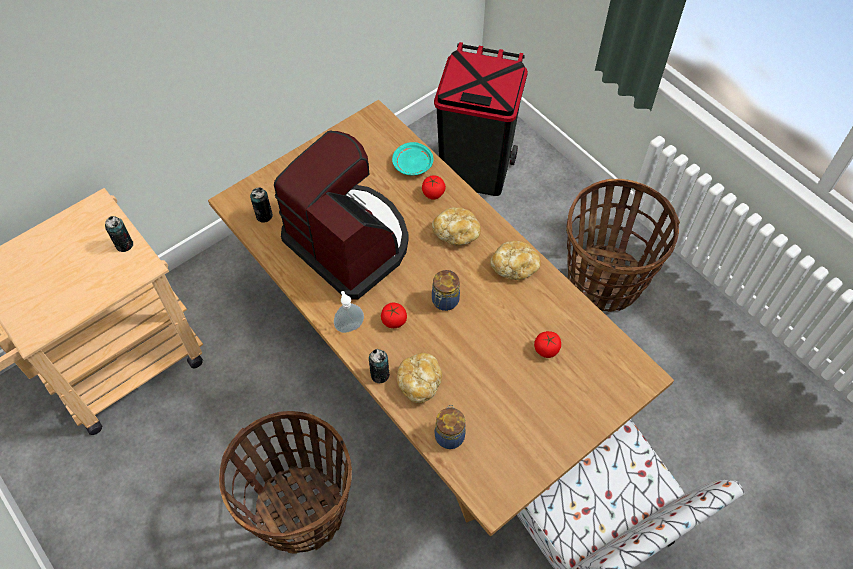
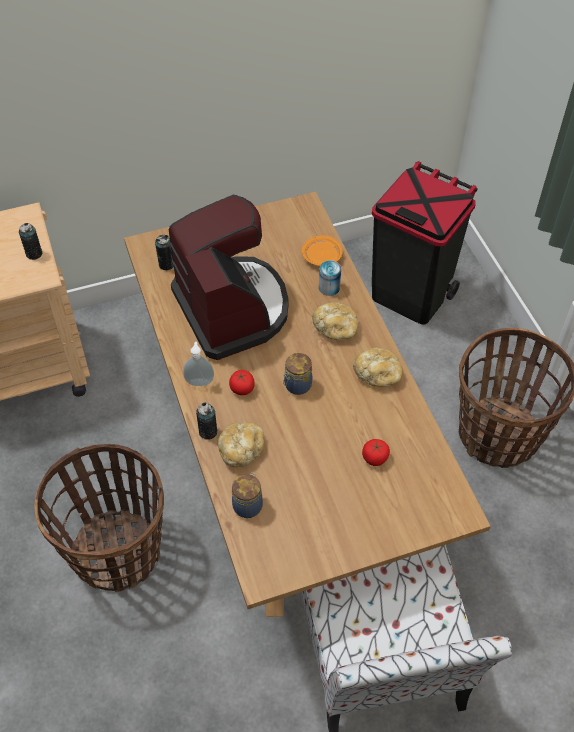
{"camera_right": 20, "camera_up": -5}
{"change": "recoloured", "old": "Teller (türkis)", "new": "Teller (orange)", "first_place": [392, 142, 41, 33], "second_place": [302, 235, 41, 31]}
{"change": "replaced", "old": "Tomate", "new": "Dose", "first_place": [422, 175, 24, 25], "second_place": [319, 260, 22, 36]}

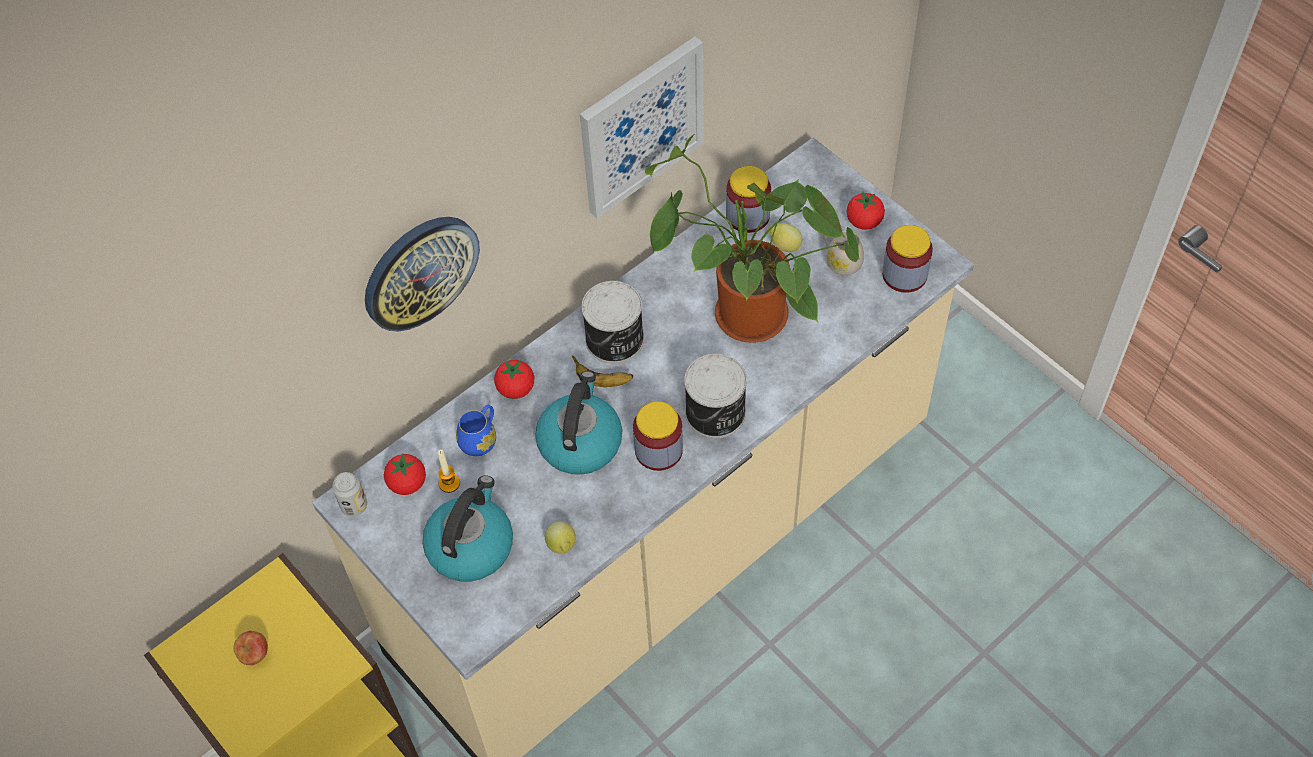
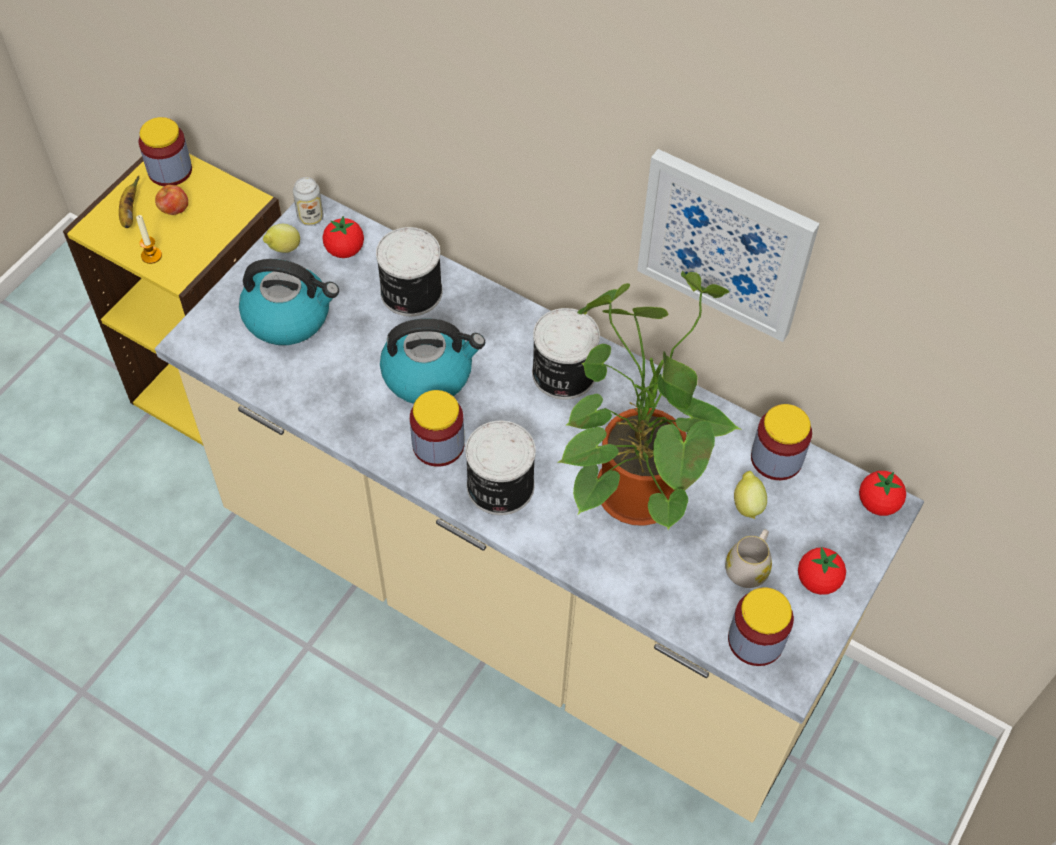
{"camera_right": 70, "camera_up": 0}
{"change": "moved", "old": "Banane", "first_place": [572, 355, 61, 32], "second_place": [119, 175, 20, 53]}
{"change": "moved", "old": "Kerze", "first_place": [438, 449, 22, 44], "second_place": [136, 215, 26, 49]}
{"change": "added", "new": "Vorratsglas", "second_place": [139, 117, 53, 69]}
{"change": "moved", "old": "Zitrone", "first_place": [545, 521, 31, 33], "second_place": [263, 224, 37, 29]}
{"change": "replaced", "old": "Henkelbecher (blau)", "new": "Dose", "first_place": [456, 405, 40, 51], "second_place": [376, 227, 67, 89]}
{"change": "moved", "old": "Tomate", "first_place": [494, 360, 40, 39], "second_place": [859, 471, 47, 45]}
{"change": "removed", "old": "Wanduhr", "first_place": [365, 217, 115, 114]}

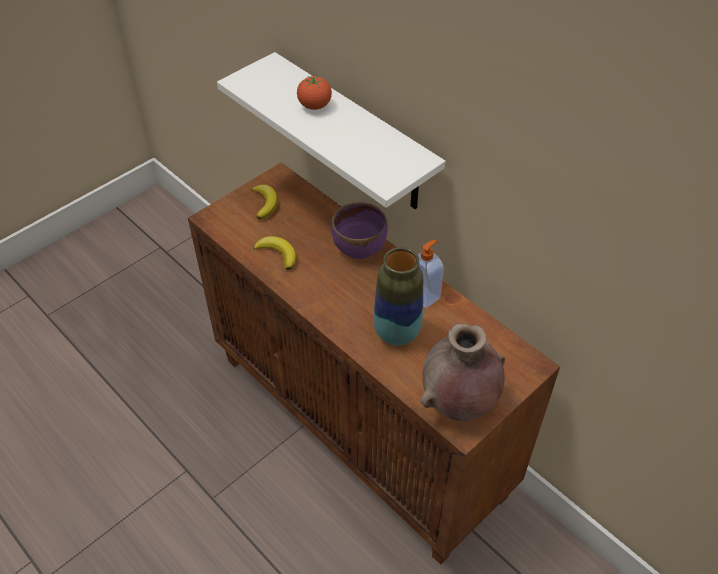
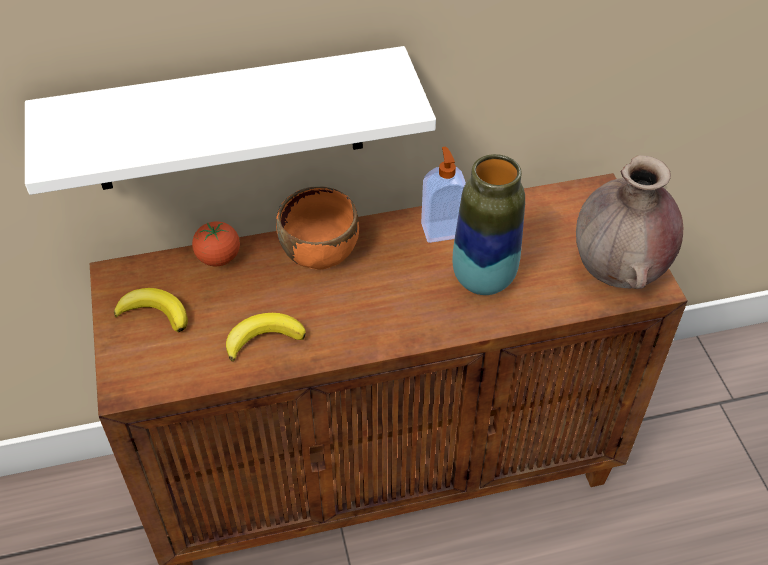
{"camera_right": -60, "camera_up": 0}
{"change": "moved", "old": "Tomate", "first_place": [297, 76, 35, 34], "second_place": [192, 222, 48, 44]}
{"change": "recoloured", "old": "Schüssel (lila)", "new": "Schüssel (orange)", "first_place": [331, 202, 57, 57], "second_place": [276, 186, 83, 84]}

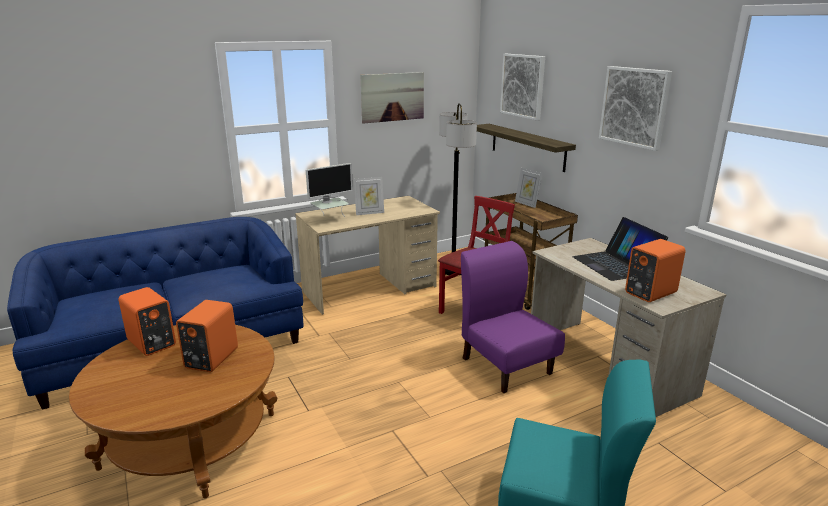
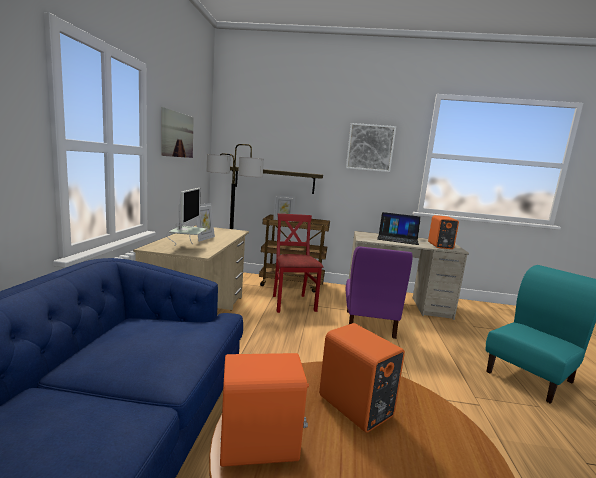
{"camera_right": -55, "camera_up": -10}
{"change": "turned", "old": "Stuhl (lila)", "first_place": [461, 241, 104, 152], "second_place": [346, 246, 66, 93], "degrees": -90}
{"change": "removed", "old": "Bild", "first_place": [500, 54, 45, 66]}

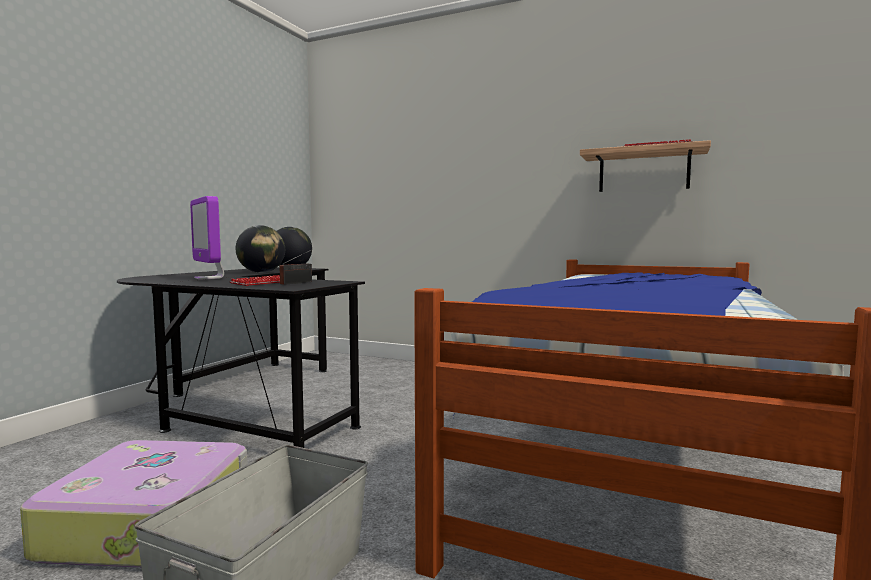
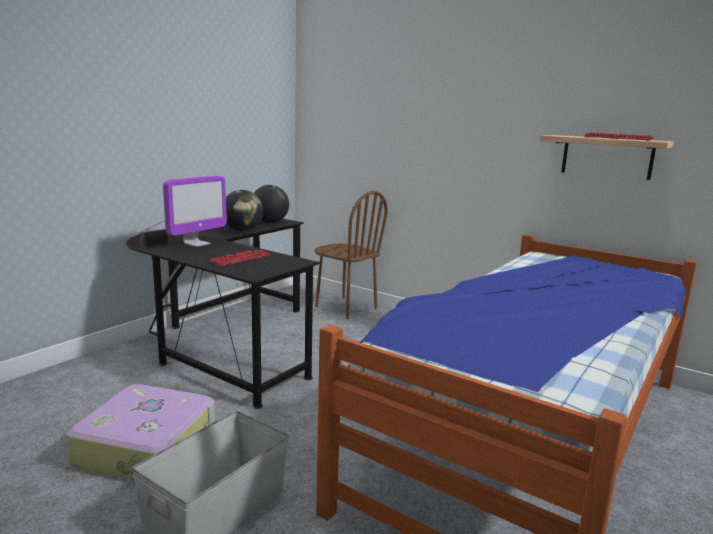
{"camera_right": 10, "camera_up": 10}
{"change": "moved", "old": "Radio", "first_place": [279, 250, 33, 35], "second_place": [139, 220, 29, 28]}
{"change": "turned", "old": "Monitor", "first_place": [190, 196, 34, 84], "second_place": [163, 176, 64, 71], "degrees": -120}
{"change": "added", "new": "Stuhl (braun)", "second_place": [314, 191, 74, 128]}

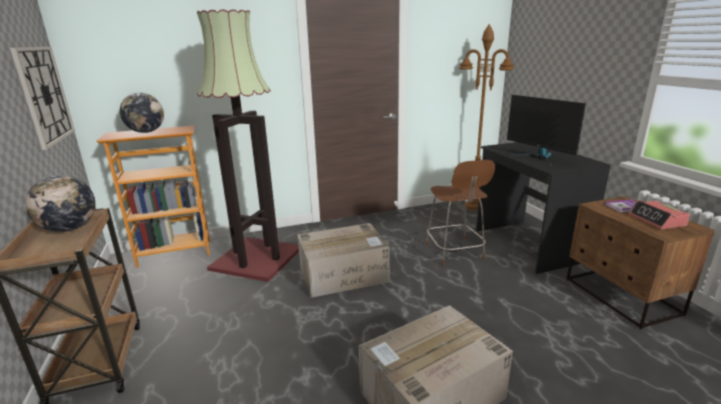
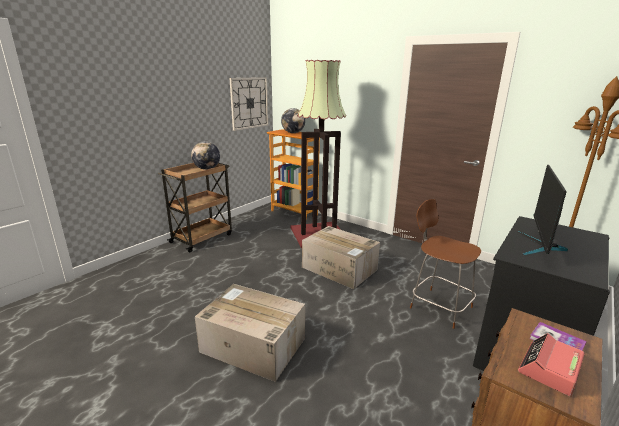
{"camera_right": 55, "camera_up": 0}
{"change": "turned", "old": "Stuhl (braun)", "first_place": [426, 160, 69, 105], "second_place": [410, 199, 71, 130], "degrees": 90}

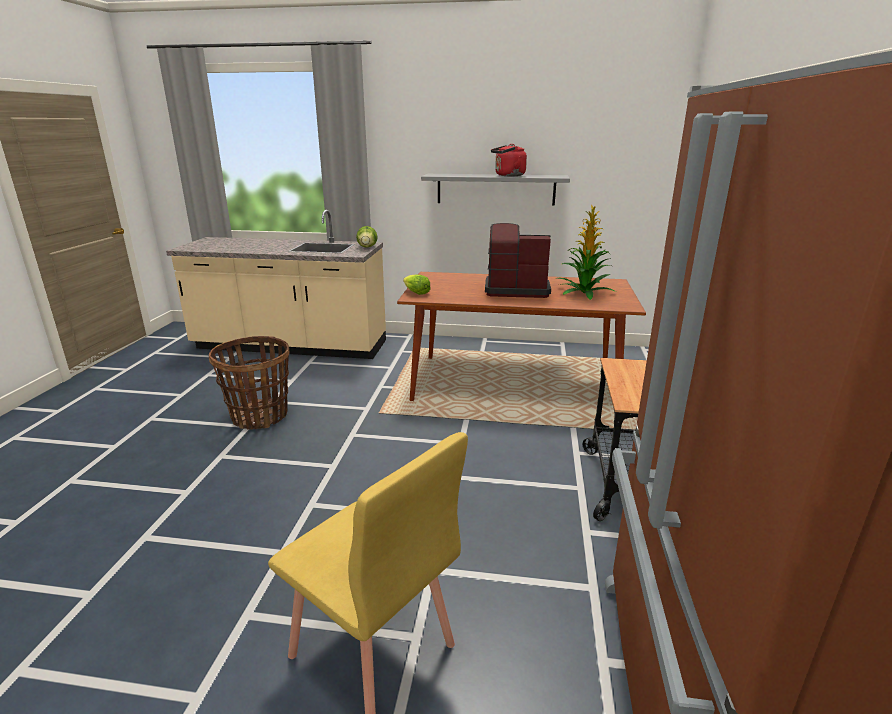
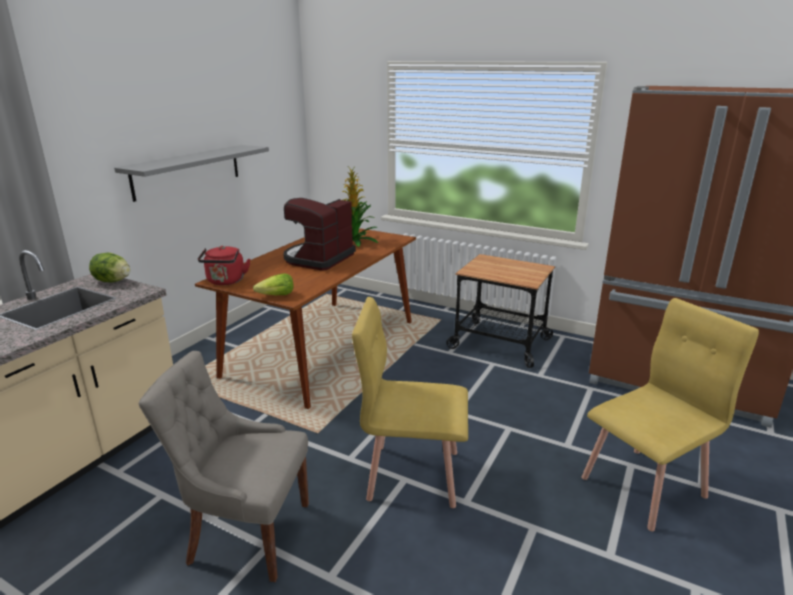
{"camera_right": -70, "camera_up": 0}
{"change": "replaced", "old": "Korb", "new": "Stuhl (grau)", "first_place": [209, 336, 80, 94], "second_place": [139, 351, 170, 231]}
{"change": "moved", "old": "Wasserkessel (rot)", "first_place": [491, 144, 36, 32], "second_place": [198, 246, 52, 39]}
{"change": "added", "new": "Stuhl (gelb)", "second_place": [352, 297, 116, 211]}

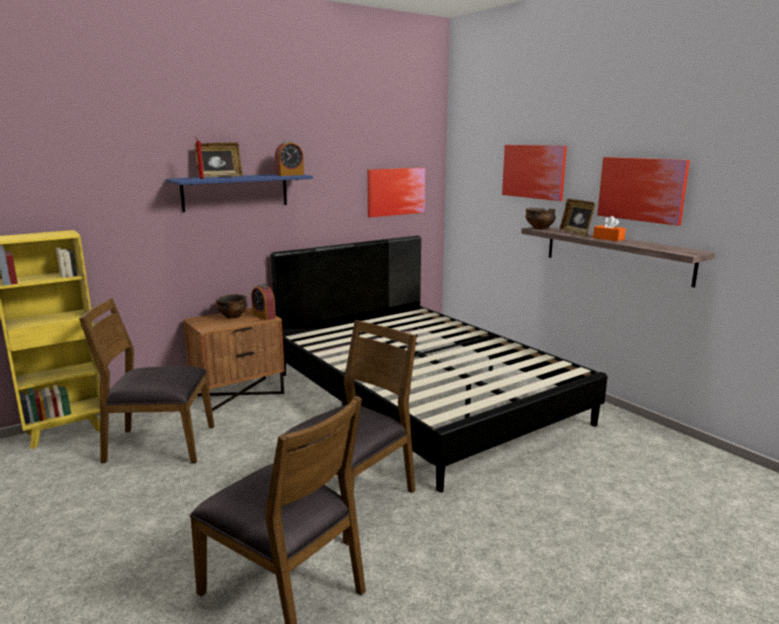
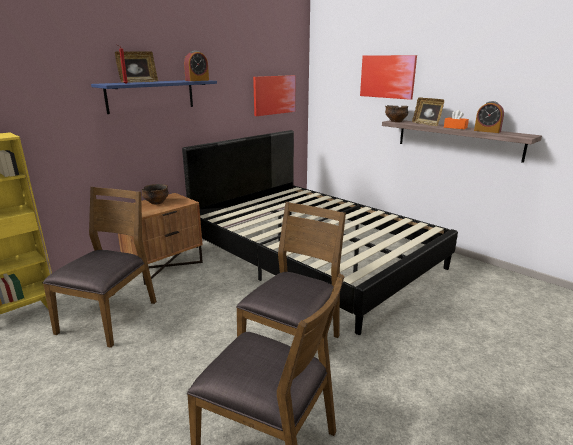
{"camera_right": -10, "camera_up": 5}
{"change": "turned", "old": "Stuhl (braun)", "first_place": [79, 298, 135, 166], "second_place": [43, 187, 114, 161], "degrees": 120}
{"change": "moved", "old": "Wecker", "first_place": [251, 284, 25, 36], "second_place": [474, 101, 30, 32]}
{"change": "removed", "old": "Bild", "first_place": [597, 157, 93, 69]}

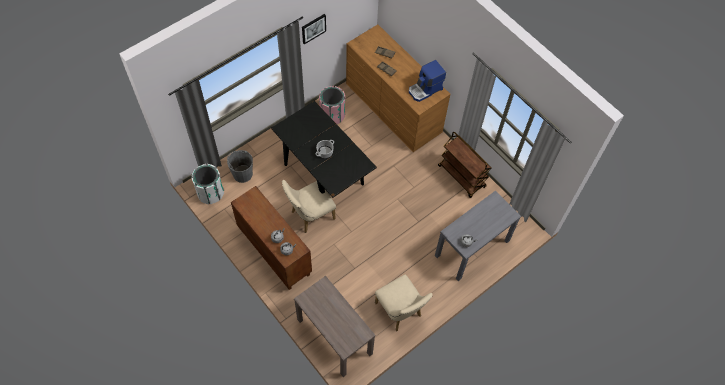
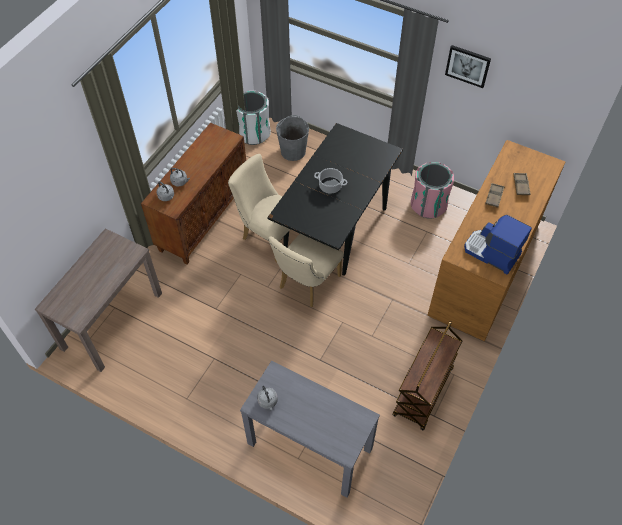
{"camera_right": 70, "camera_up": -5}
{"change": "moved", "old": "Stuhl (beige)", "first_place": [375, 274, 58, 57], "second_place": [268, 234, 76, 73]}

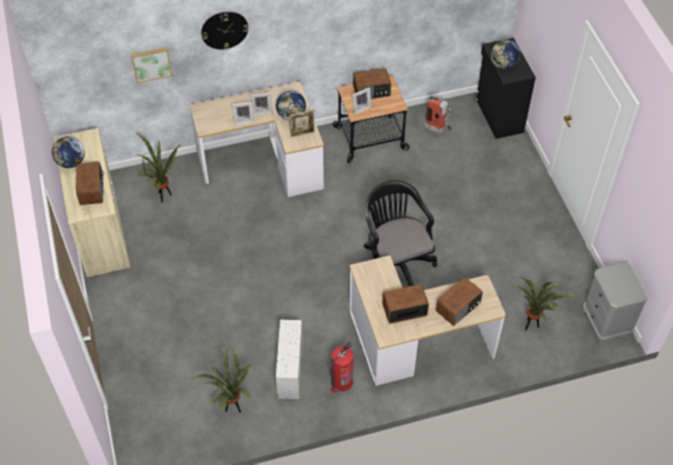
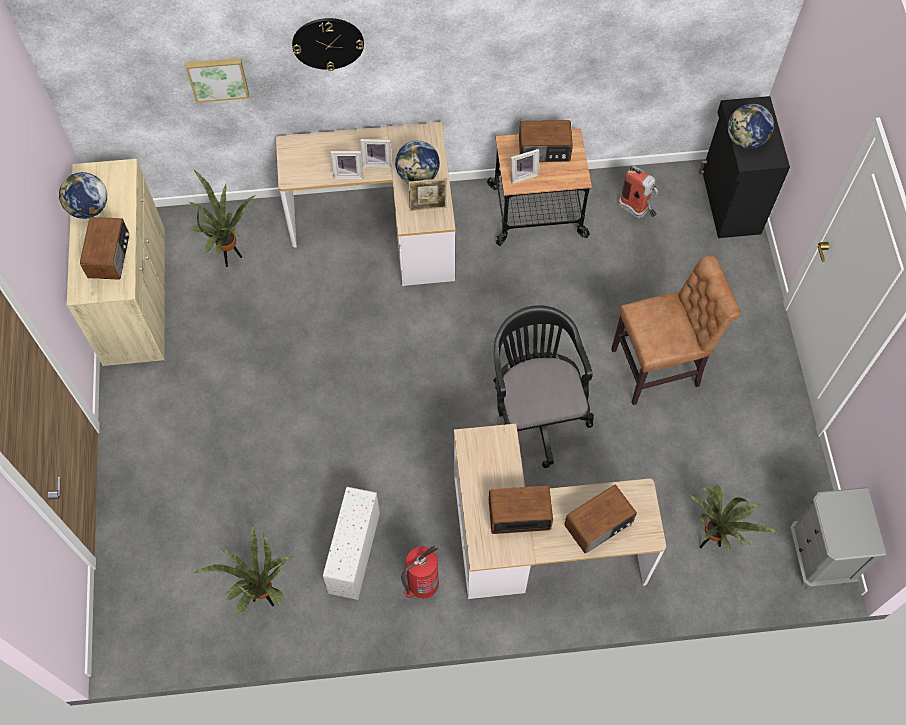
{"camera_right": 10, "camera_up": 10}
{"change": "added", "new": "Stuhl (braun)", "second_place": [611, 255, 130, 150]}

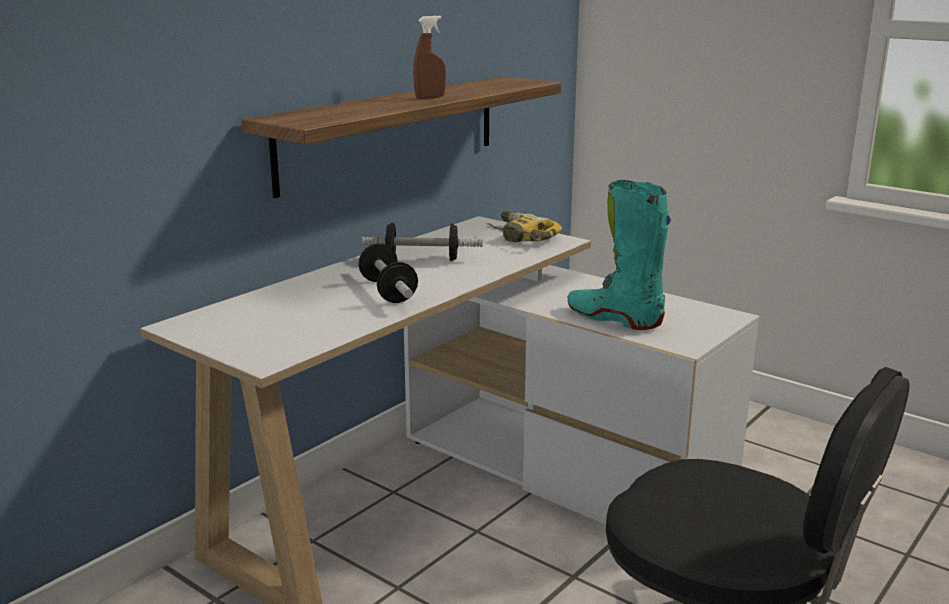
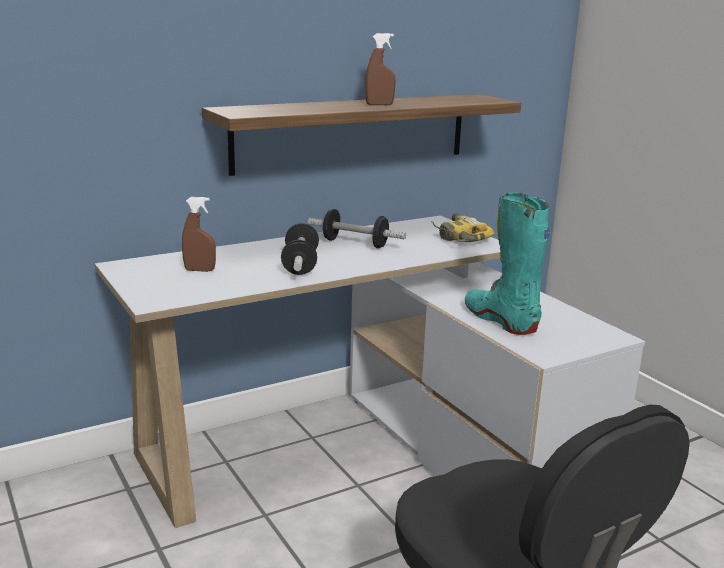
{"camera_right": 20, "camera_up": 0}
{"change": "added", "new": "Sprühflasche (braun)", "second_place": [182, 197, 34, 75]}

